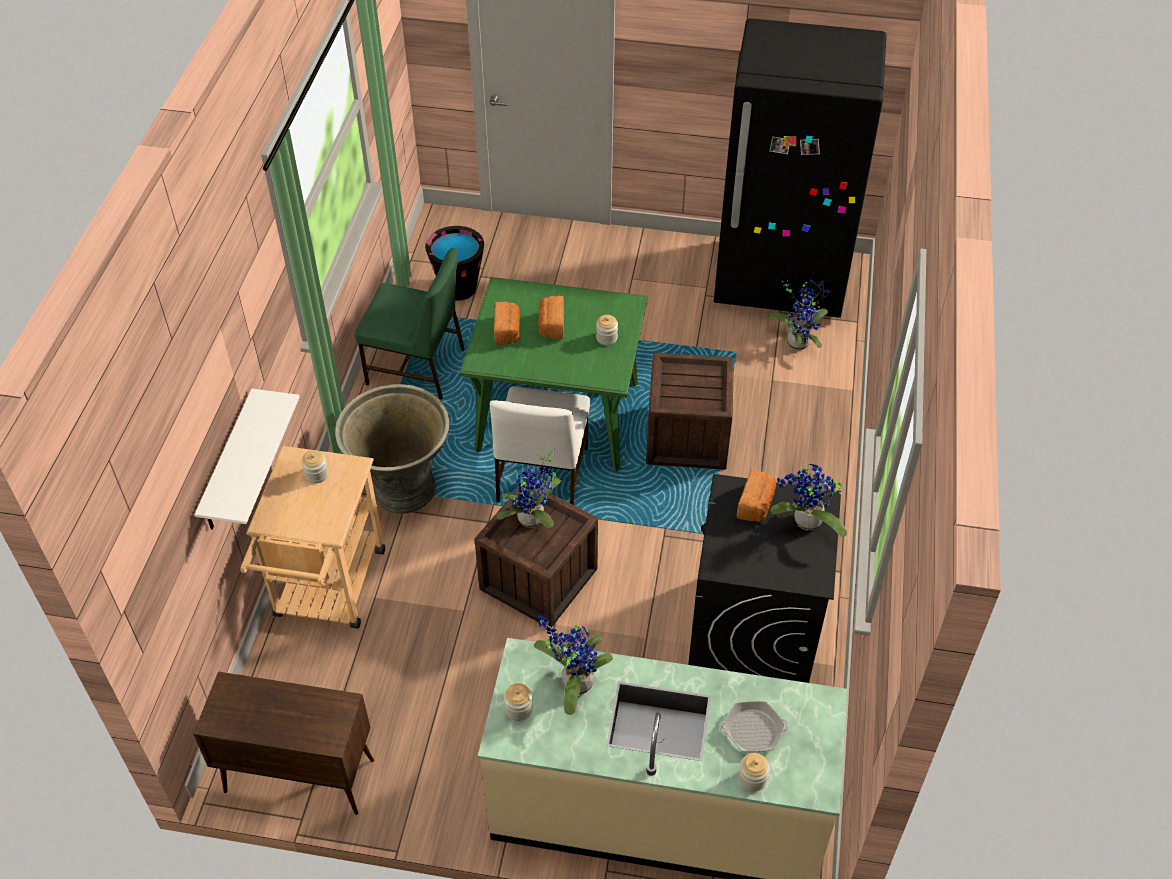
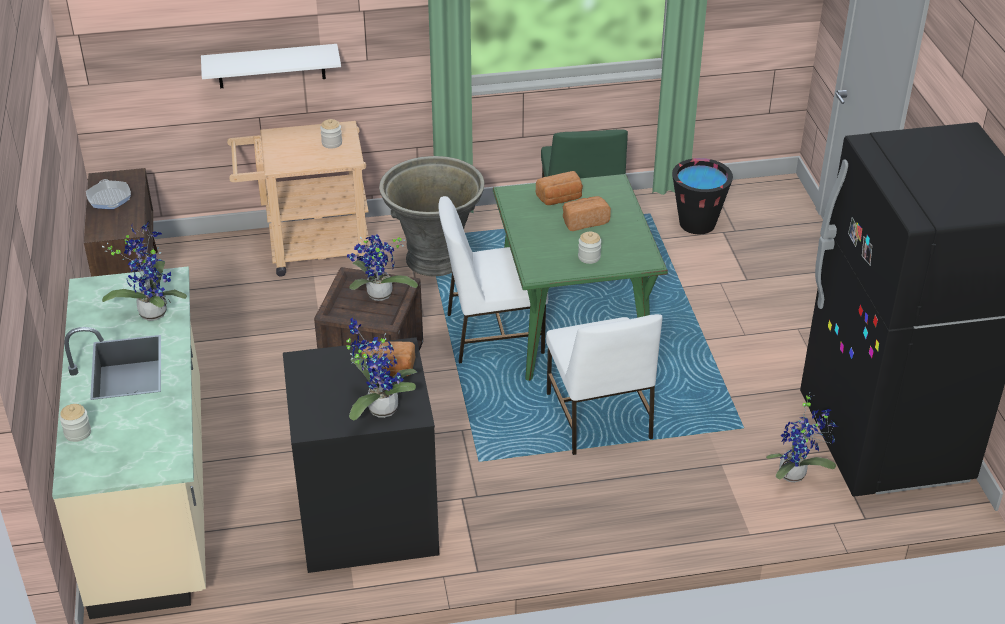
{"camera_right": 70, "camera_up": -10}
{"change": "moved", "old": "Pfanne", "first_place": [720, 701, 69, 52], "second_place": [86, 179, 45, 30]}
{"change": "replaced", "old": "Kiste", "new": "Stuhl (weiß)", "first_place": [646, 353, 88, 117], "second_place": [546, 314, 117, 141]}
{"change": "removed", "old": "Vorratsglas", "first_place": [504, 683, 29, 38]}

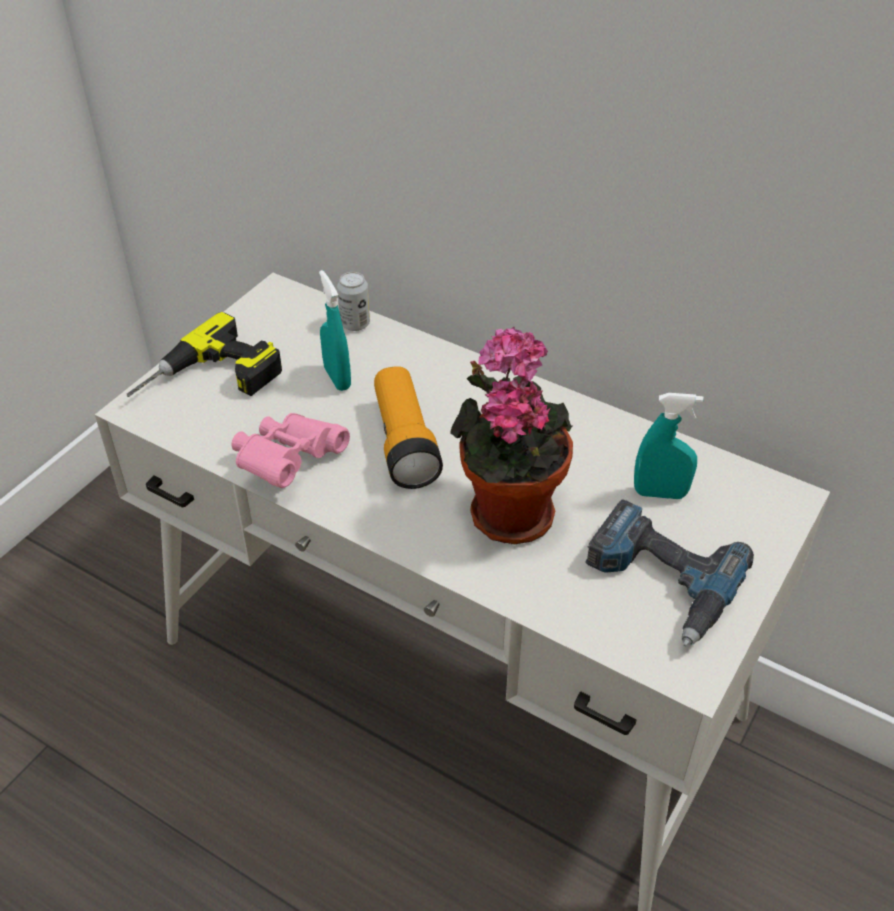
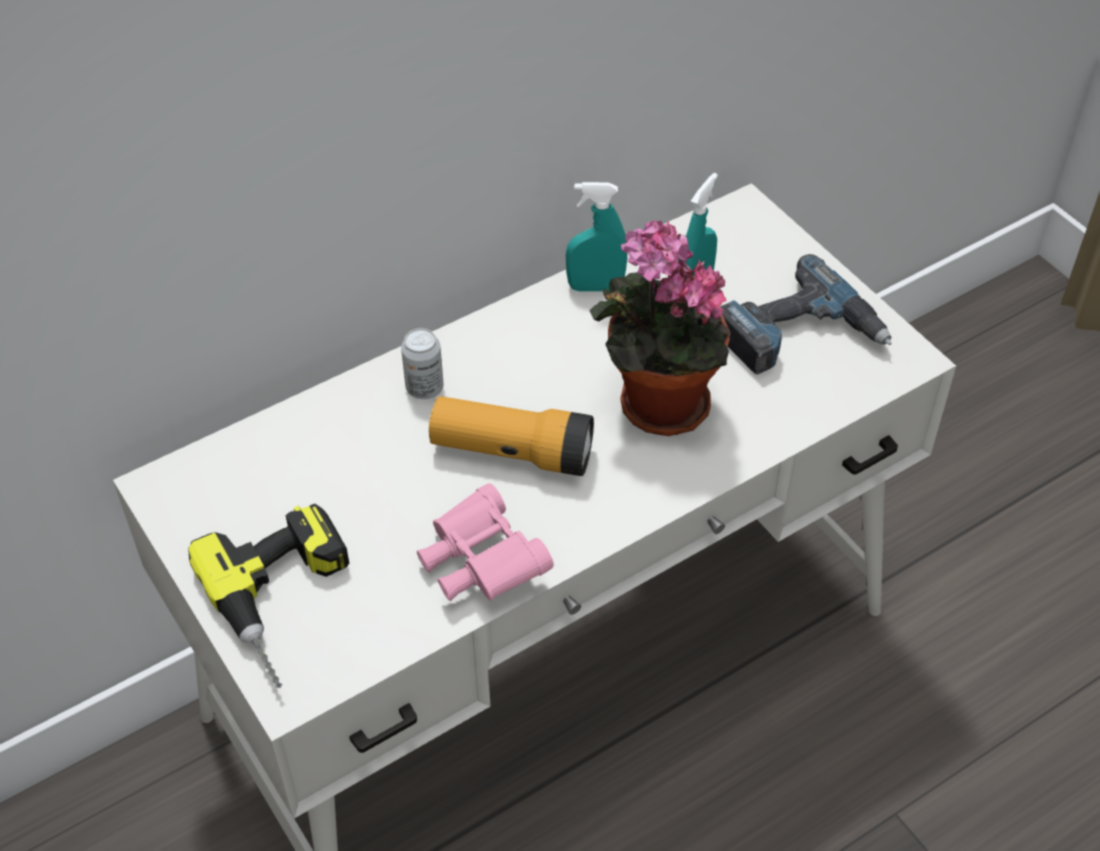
{"camera_right": -65, "camera_up": 5}
{"change": "moved", "old": "Dose", "first_place": [337, 272, 33, 59], "second_place": [401, 328, 42, 71]}
{"change": "moved", "old": "Sprühflasche (türkis)", "first_place": [319, 270, 32, 121], "second_place": [566, 182, 61, 110]}

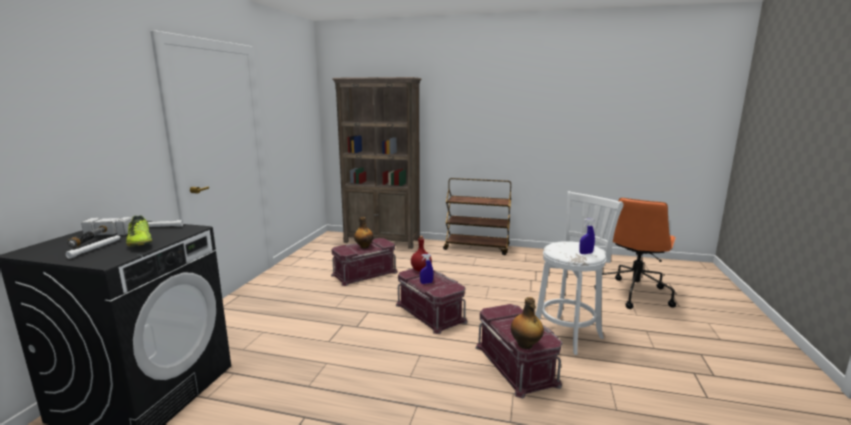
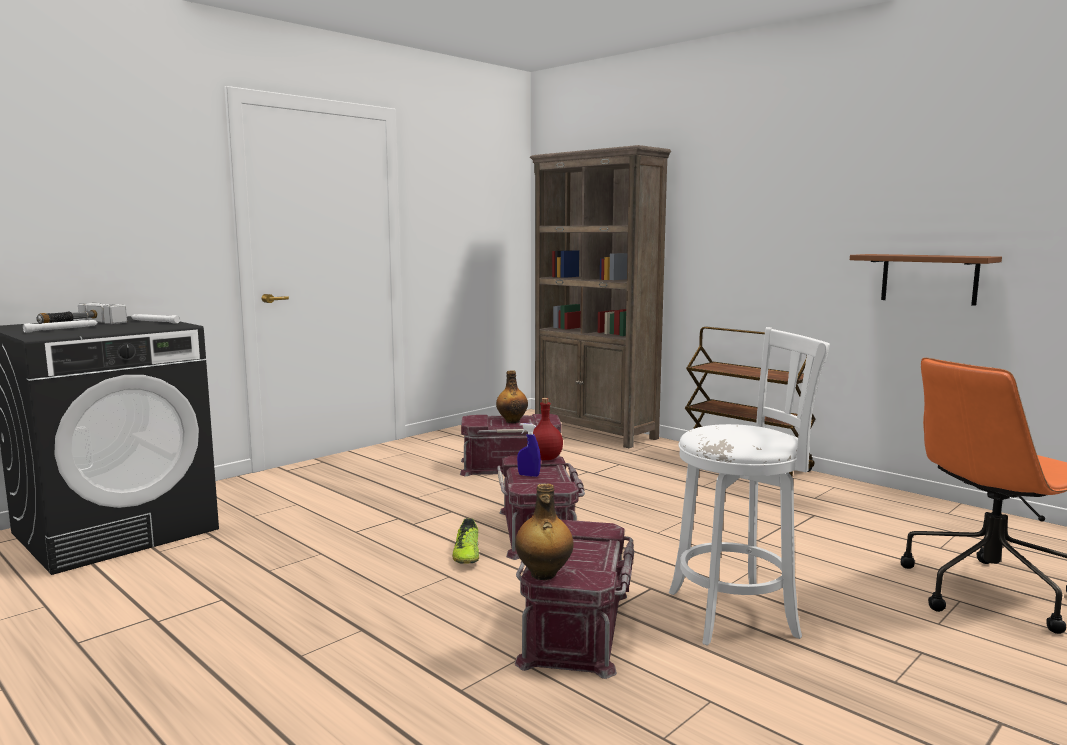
{"camera_right": 30, "camera_up": -5}
{"change": "moved", "old": "Schuh", "first_place": [126, 216, 26, 30], "second_place": [452, 518, 27, 46]}
{"change": "added", "new": "Wandregal (braun)", "second_place": [850, 254, 152, 52]}
{"change": "removed", "old": "Sprühflasche (blau)", "first_place": [579, 218, 16, 36]}

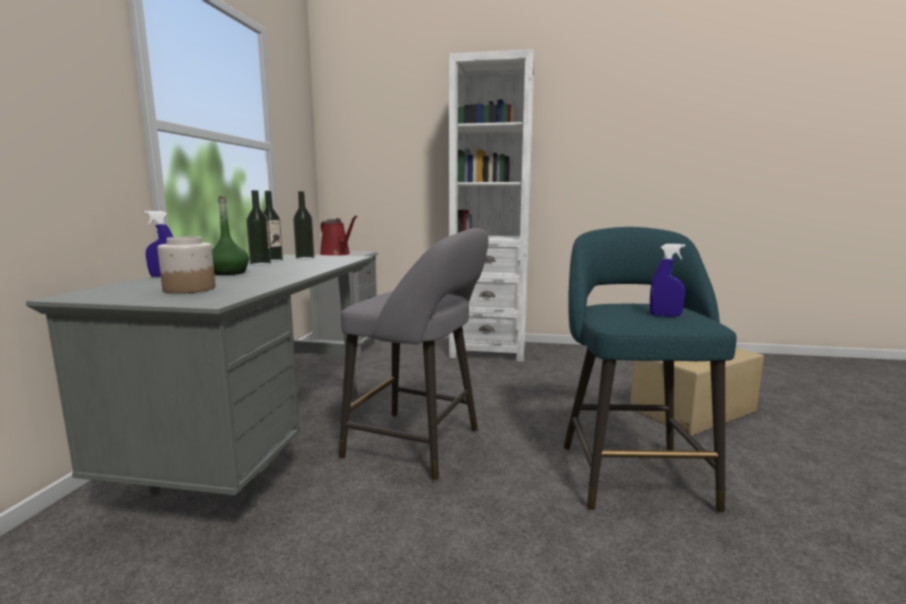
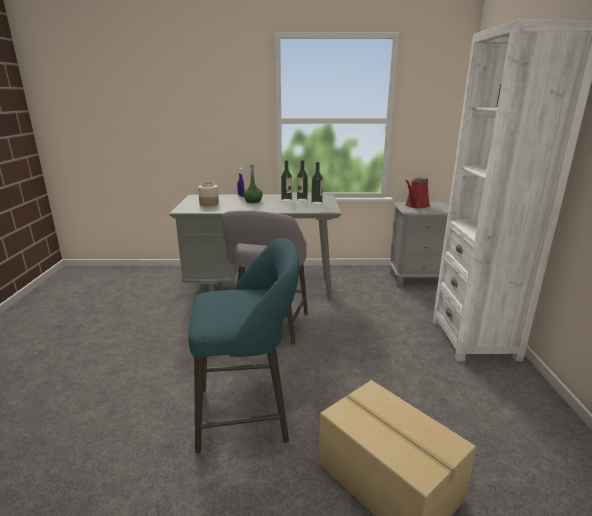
{"camera_right": 80, "camera_up": 10}
{"change": "removed", "old": "Sprühflasche (blau)", "first_place": [650, 244, 35, 73]}

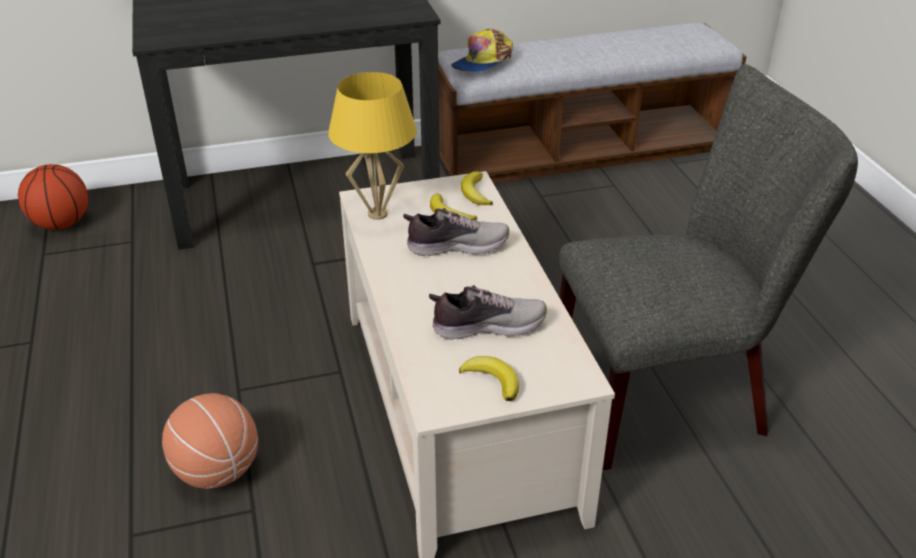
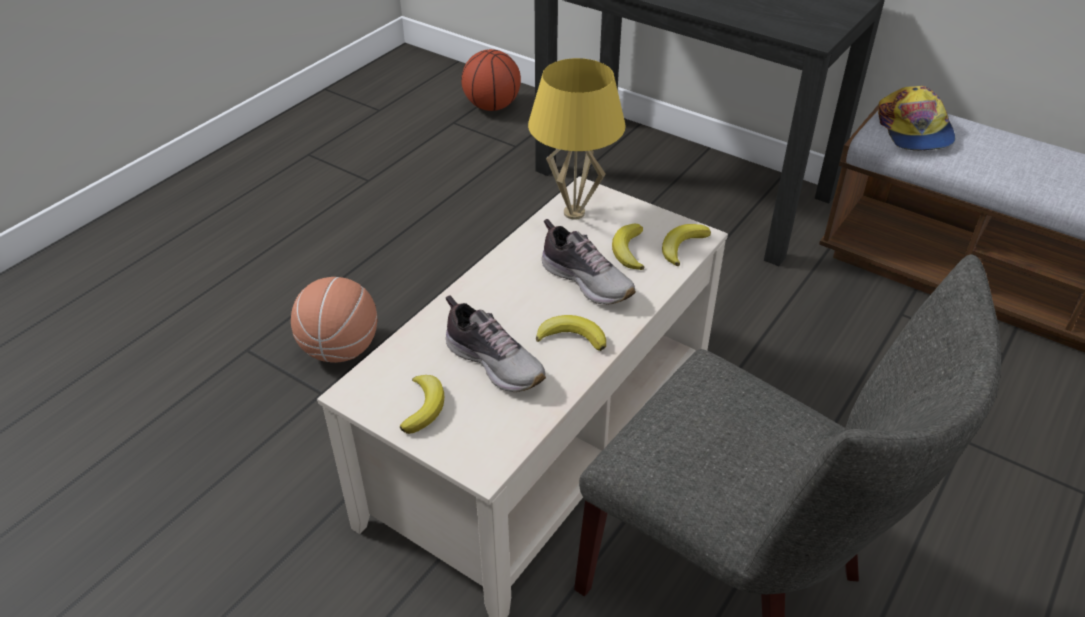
{"camera_right": 50, "camera_up": 5}
{"change": "added", "new": "Banane", "second_place": [536, 315, 70, 36]}
{"change": "turned", "old": "Kappe", "first_place": [451, 28, 62, 44], "second_place": [878, 86, 77, 65], "degrees": -90}

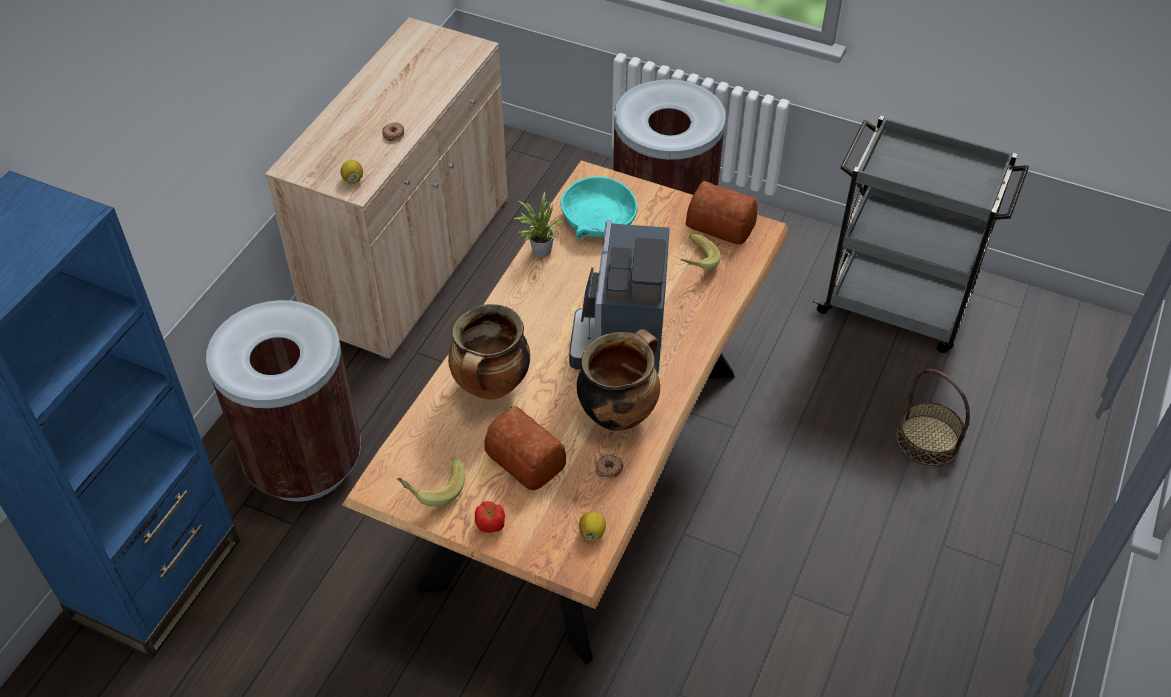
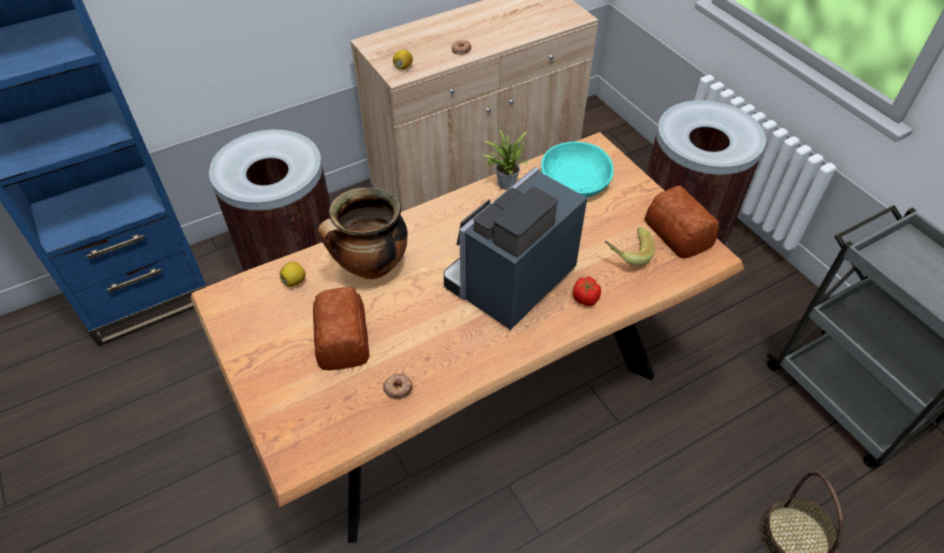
{"camera_right": 35, "camera_up": 0}
{"change": "moved", "old": "Zitrone", "first_place": [579, 512, 27, 29], "second_place": [280, 262, 25, 25]}
{"change": "moved", "old": "Tomate", "first_place": [475, 501, 30, 32], "second_place": [573, 277, 28, 29]}
{"change": "removed", "old": "Banane", "first_place": [397, 457, 68, 50]}
{"change": "removed", "old": "Kochtopf", "first_place": [576, 329, 84, 102]}

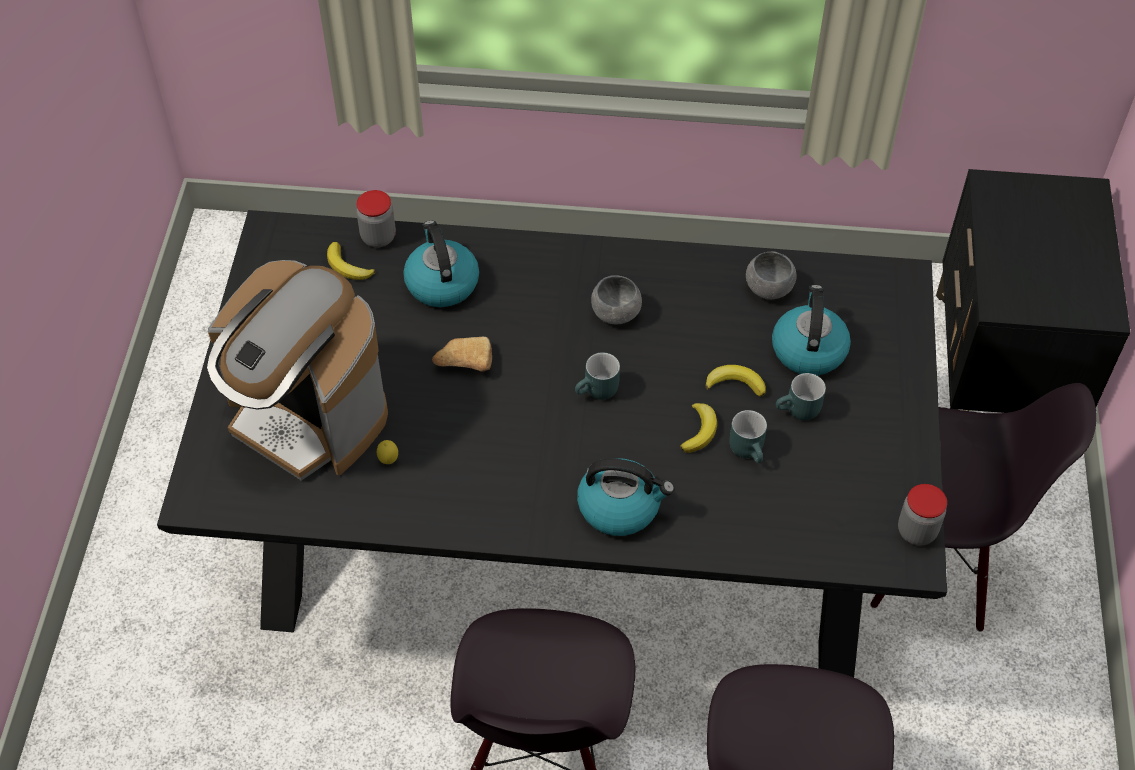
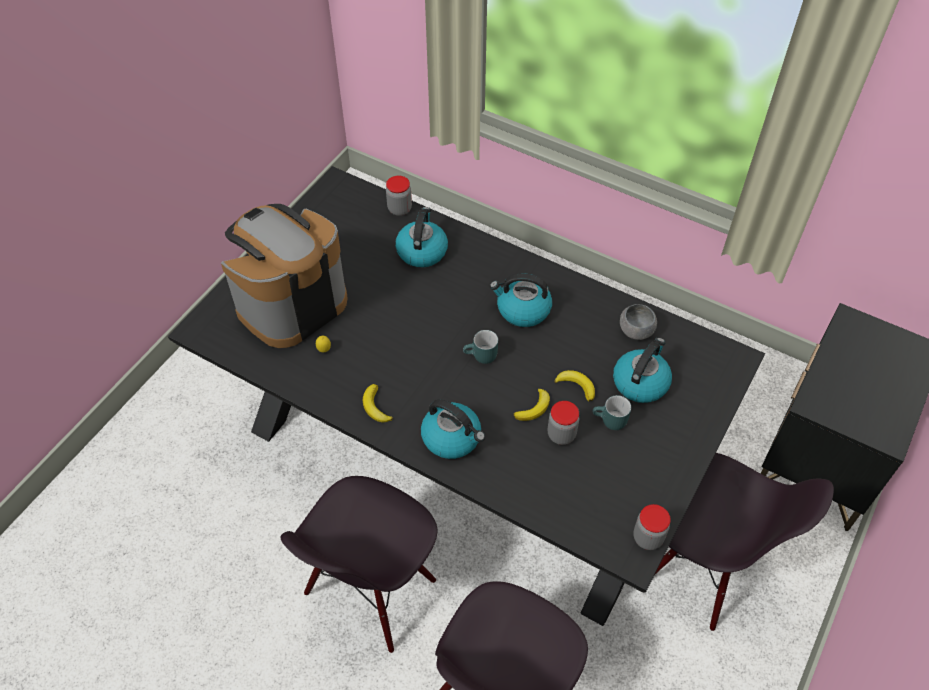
{"camera_right": 25, "camera_up": 0}
{"change": "turned", "old": "Kaffeemaschine", "first_place": [207, 260, 181, 220], "second_place": [221, 204, 127, 144], "degrees": 75}
{"change": "moved", "old": "Banane", "first_place": [327, 242, 48, 38], "second_place": [363, 384, 30, 39]}
{"change": "replaced", "old": "Schüssel (grau)", "new": "Wasserkessel", "first_place": [591, 275, 51, 49], "second_place": [490, 273, 62, 54]}
{"change": "replaced", "old": "Henkelbecher (türkis)", "new": "Vorratsglas", "first_place": [729, 410, 38, 53], "second_place": [548, 401, 31, 44]}
{"change": "removed", "old": "Brot", "first_place": [432, 337, 60, 35]}

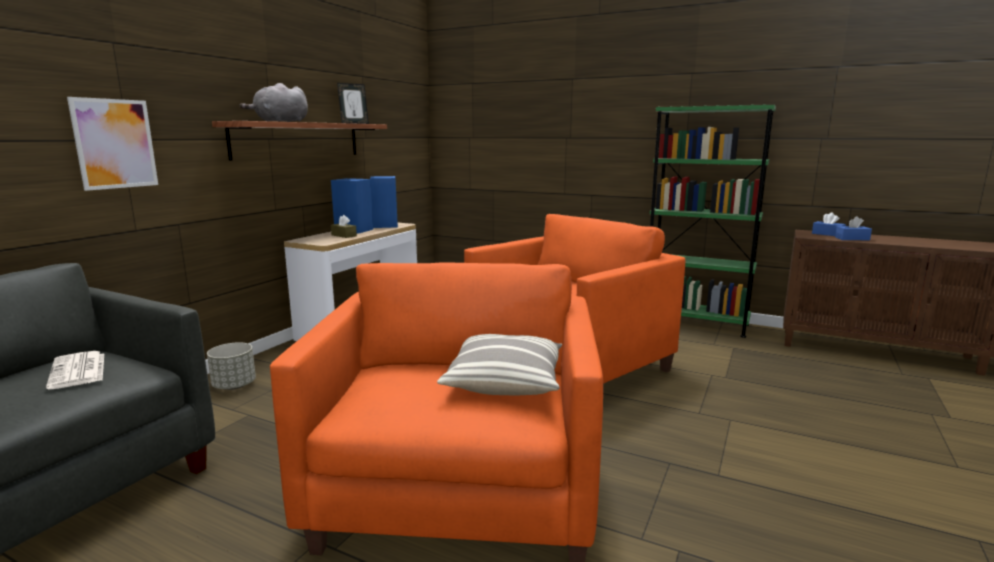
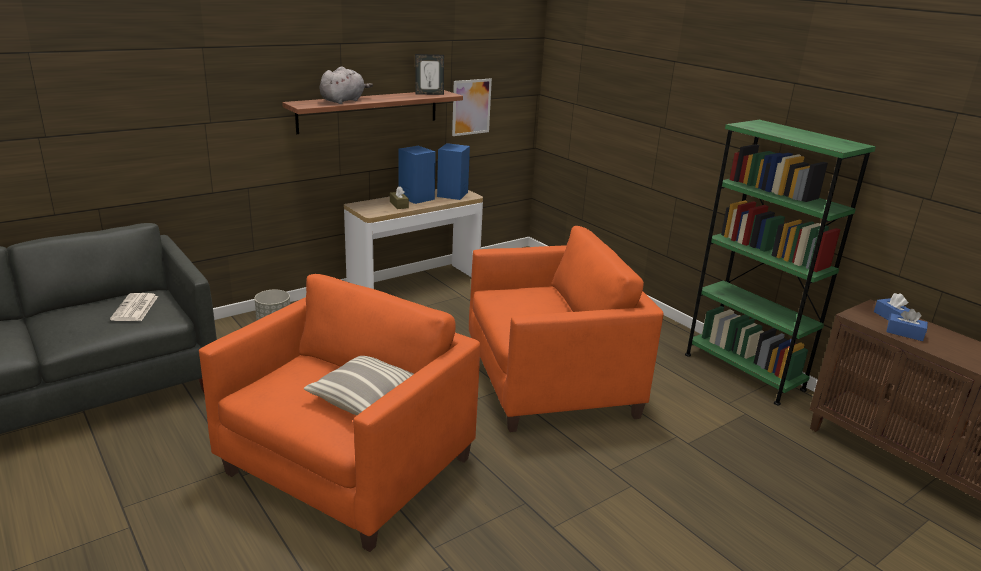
{"camera_right": 25, "camera_up": 10}
{"change": "turned", "old": "Plüschtier (grau)", "first_place": [240, 83, 68, 39], "second_place": [320, 66, 53, 38], "degrees": 150}
{"change": "moved", "old": "Bild", "first_place": [67, 97, 91, 94], "second_place": [452, 79, 40, 57]}

